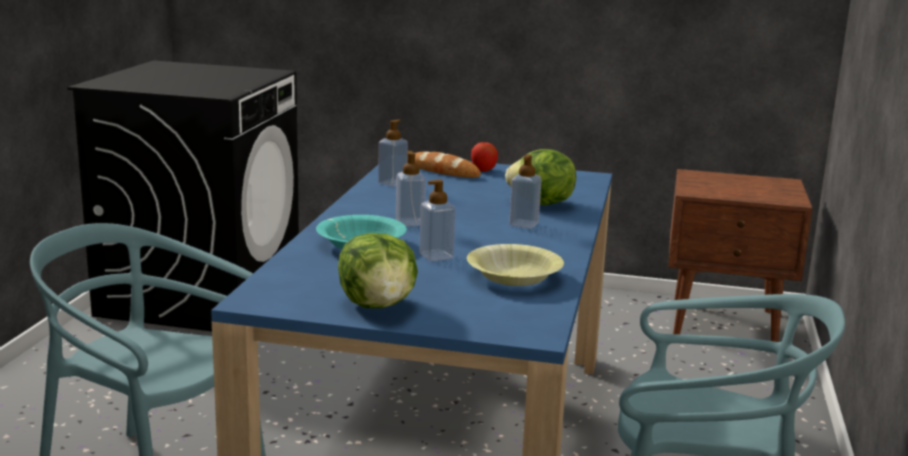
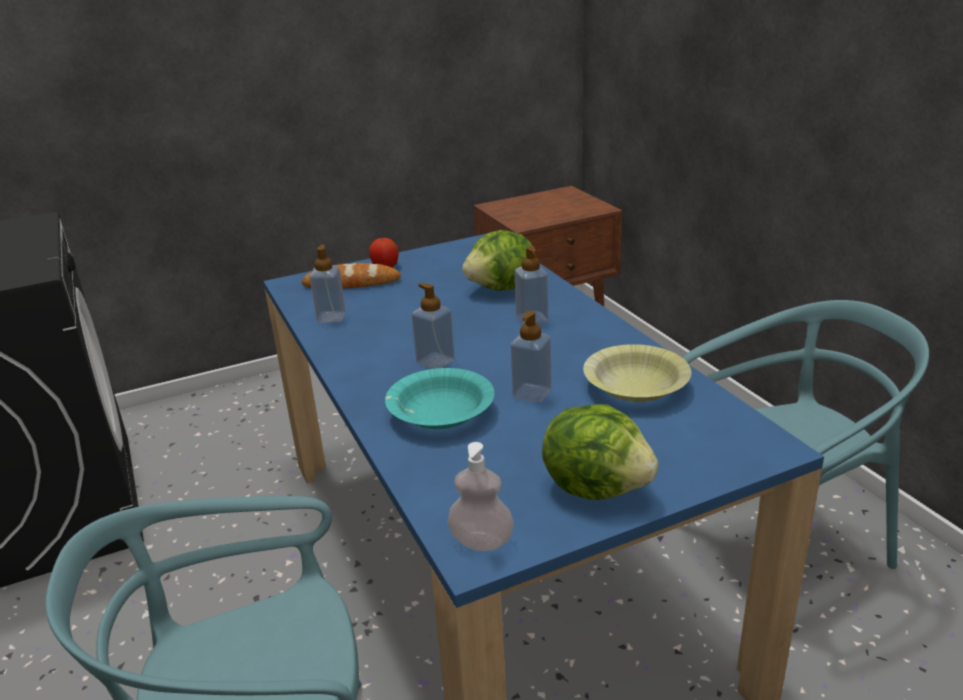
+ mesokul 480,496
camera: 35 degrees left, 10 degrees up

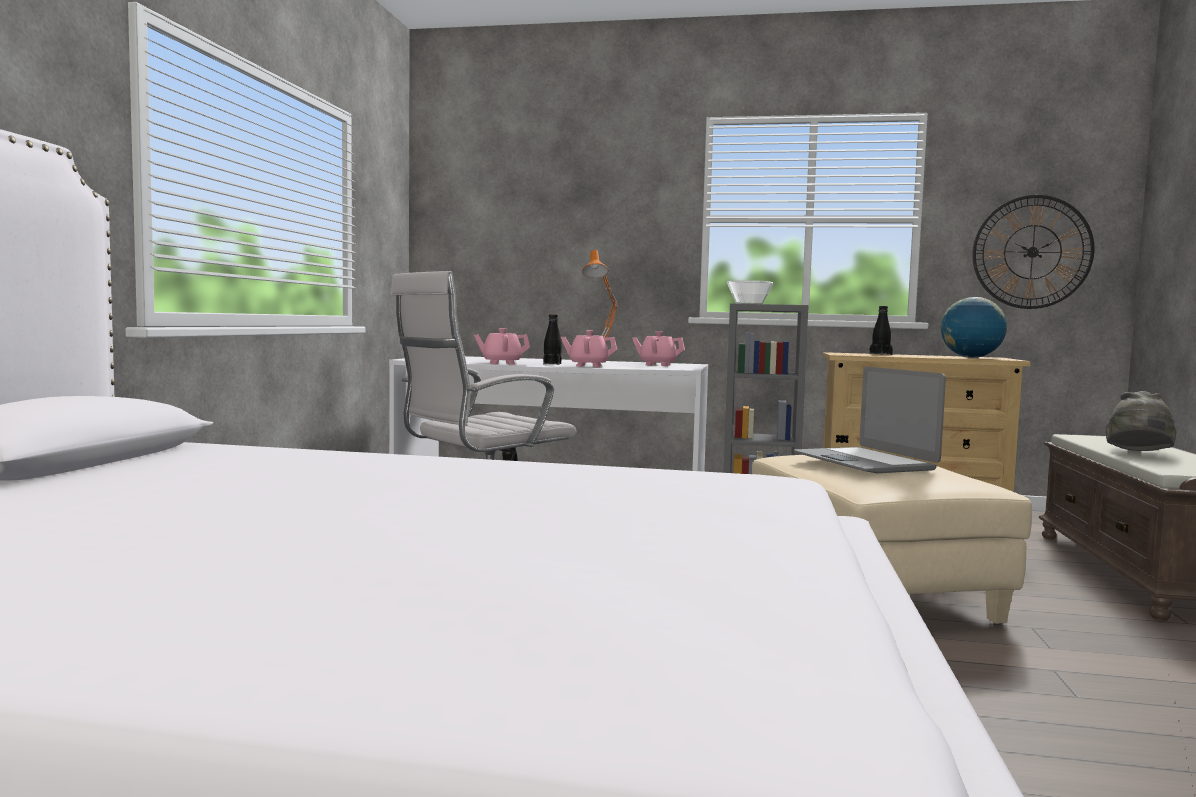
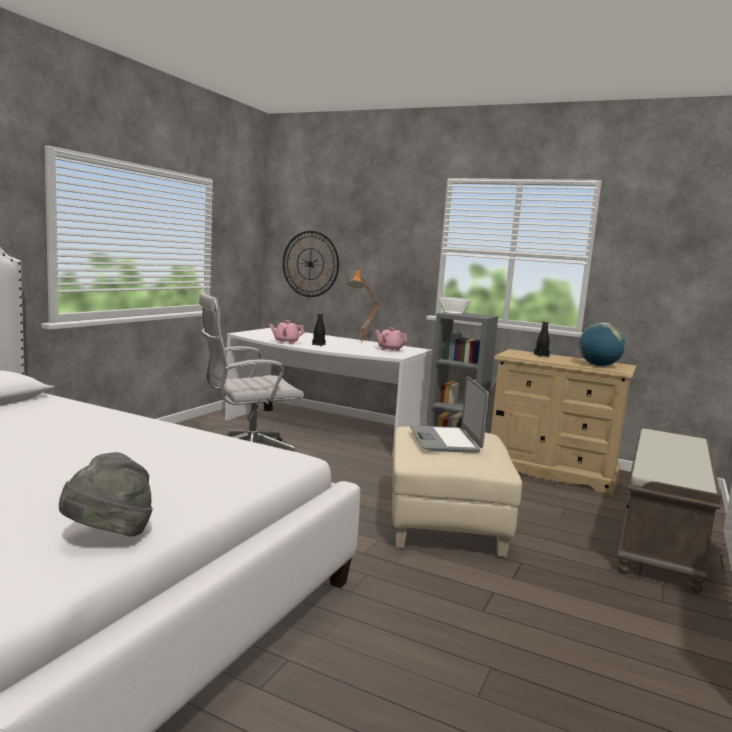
~ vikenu 1033,252 to 311,264
- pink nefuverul 589,348
~ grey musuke 1141,421 to 106,494
camera: 15 degrees right, 5 degrees up

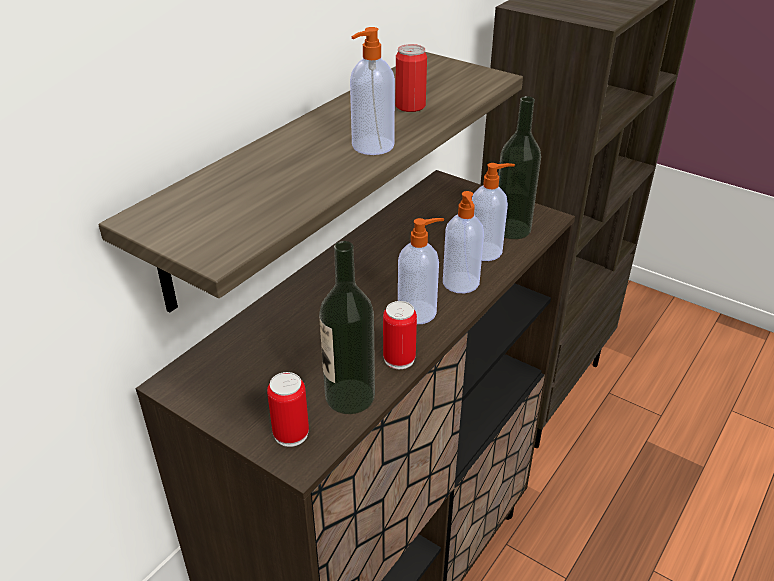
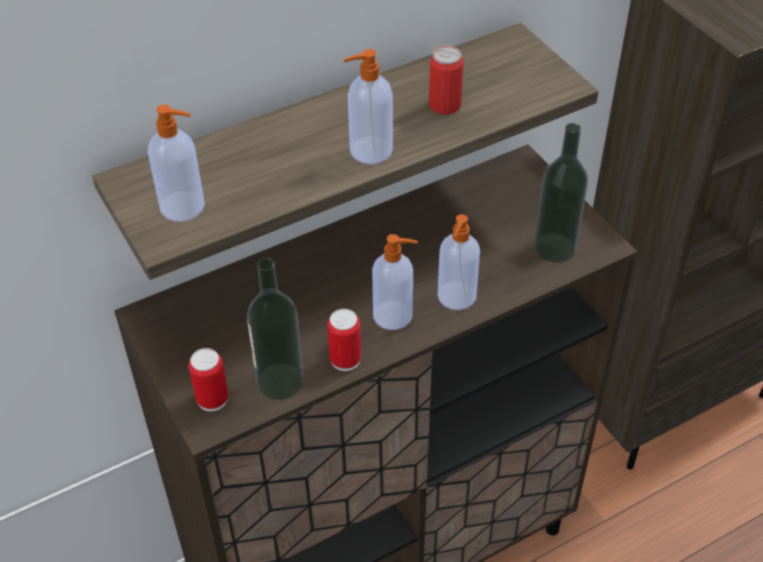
~ mesokul 493,212 to 176,163
camera: 25 degrees right, 10 degrees up

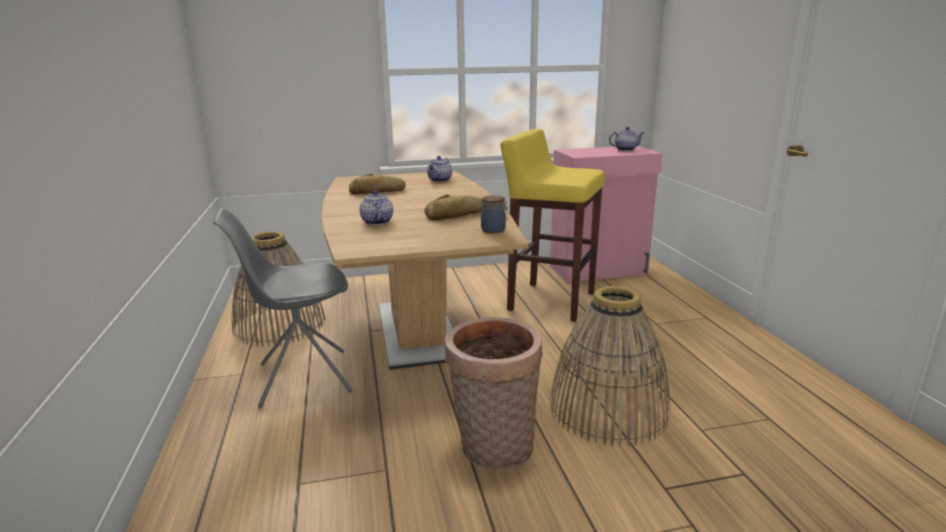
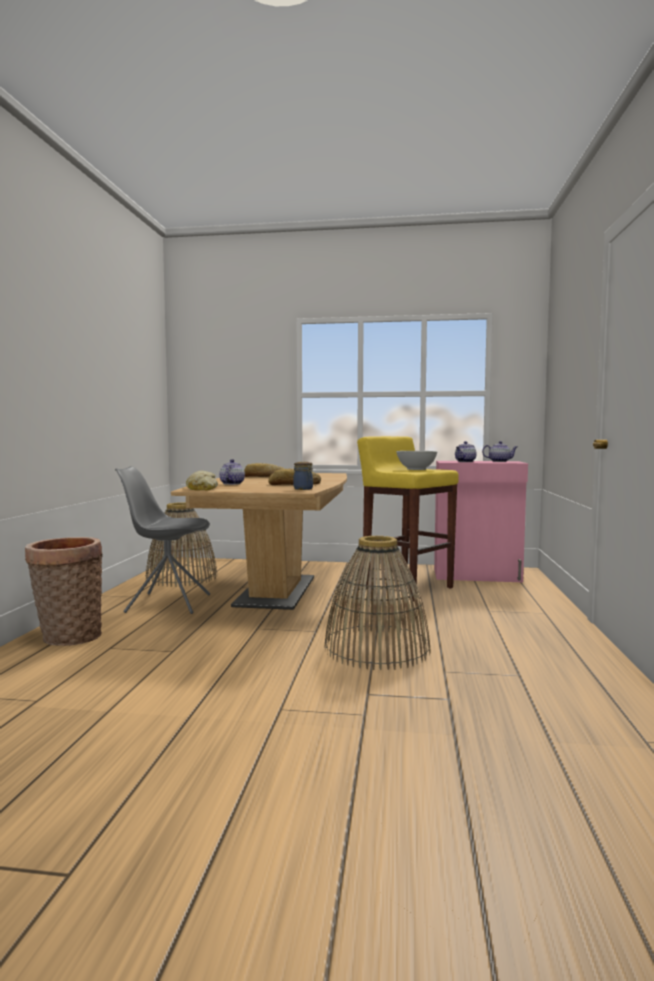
~ nefuverul 439,169 to 466,451
~ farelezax 494,393 to 63,591
+ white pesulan 416,460
+ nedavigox 202,480
camera: 20 degrees right, 15 degrees down

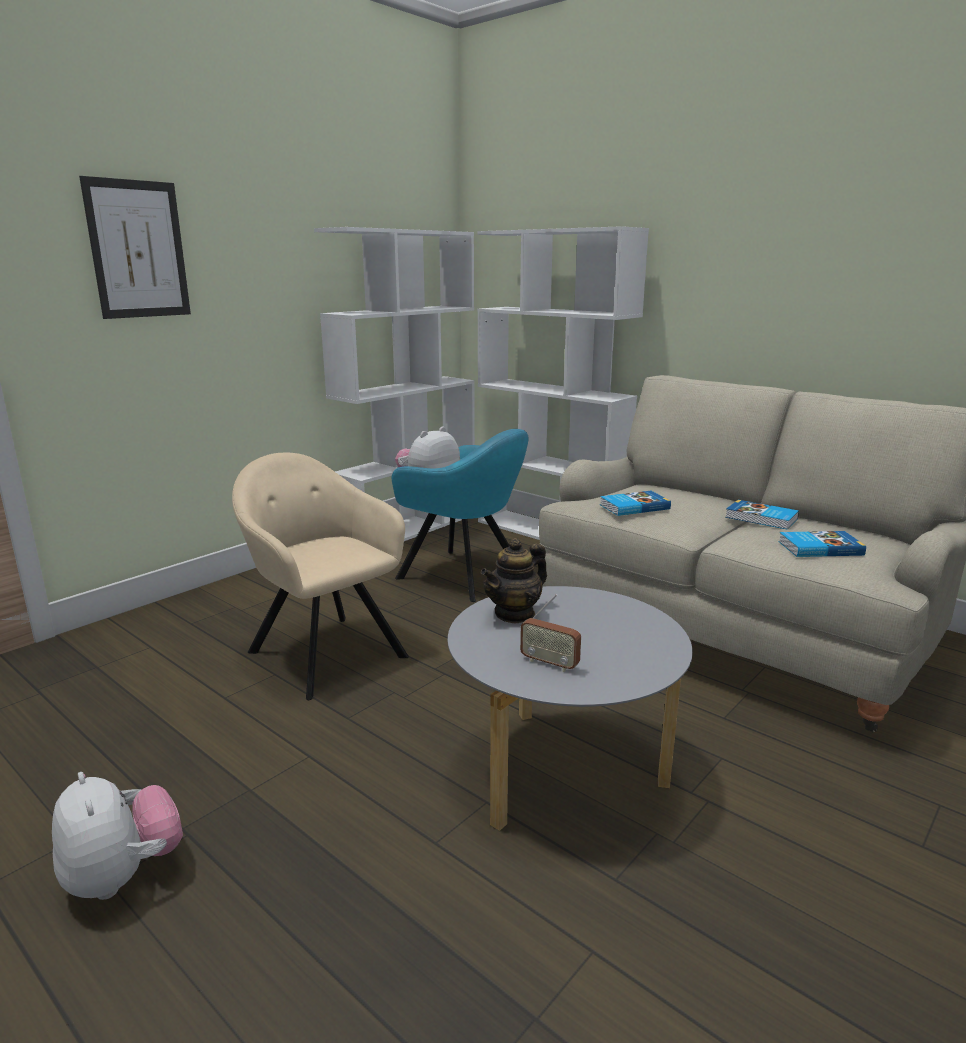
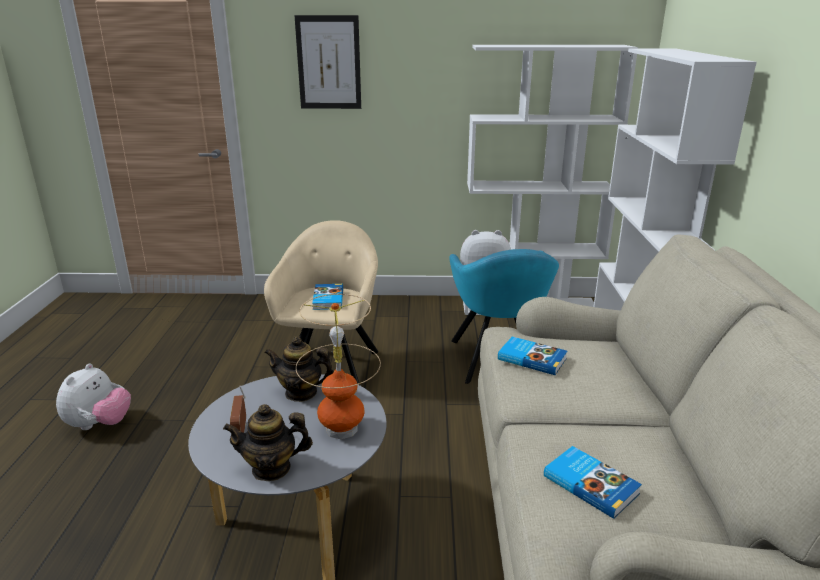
~ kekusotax 762,515 to 327,297
+ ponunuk 338,366
+ nefuverul 268,442
camera: 50 degrees right, 5 degrees up

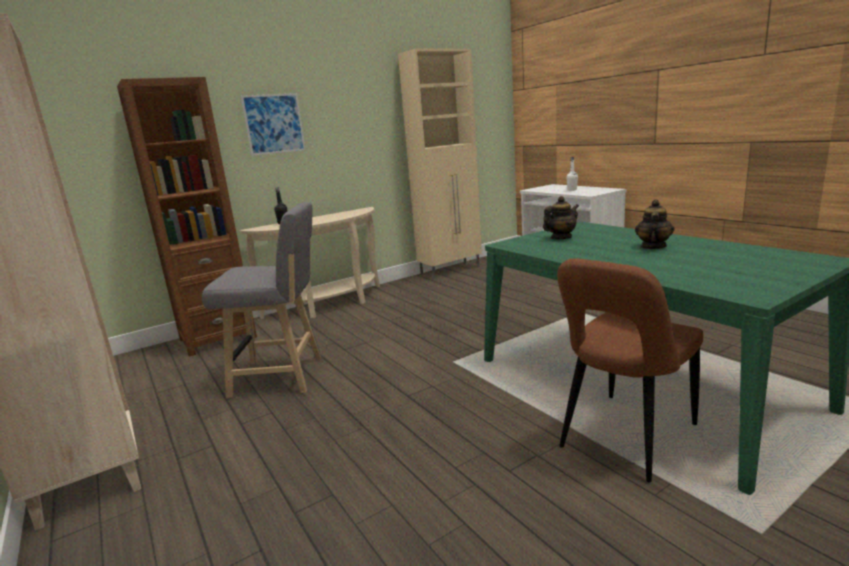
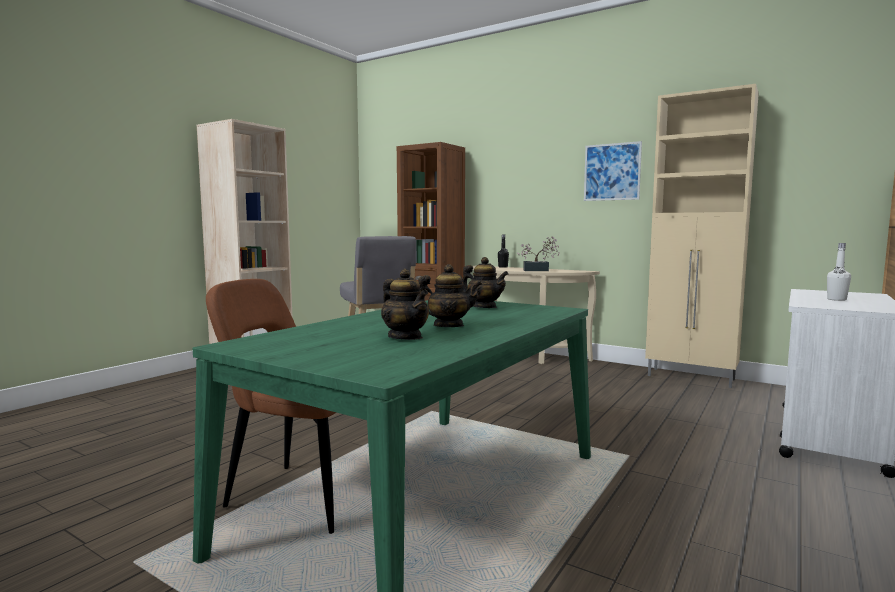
~ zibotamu 273,124 to 613,171
+ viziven 538,253
+ nefuverul 405,304
camera: 65 degrees right, 10 degrees down

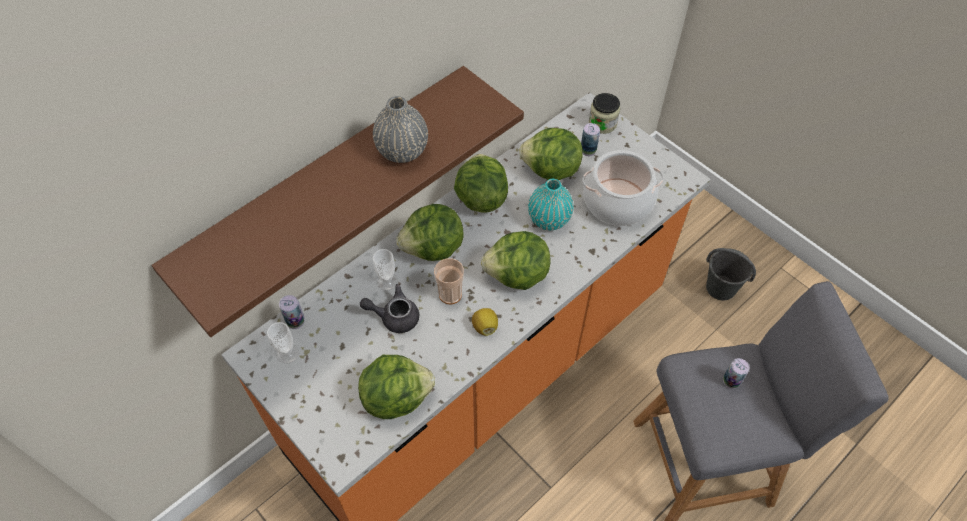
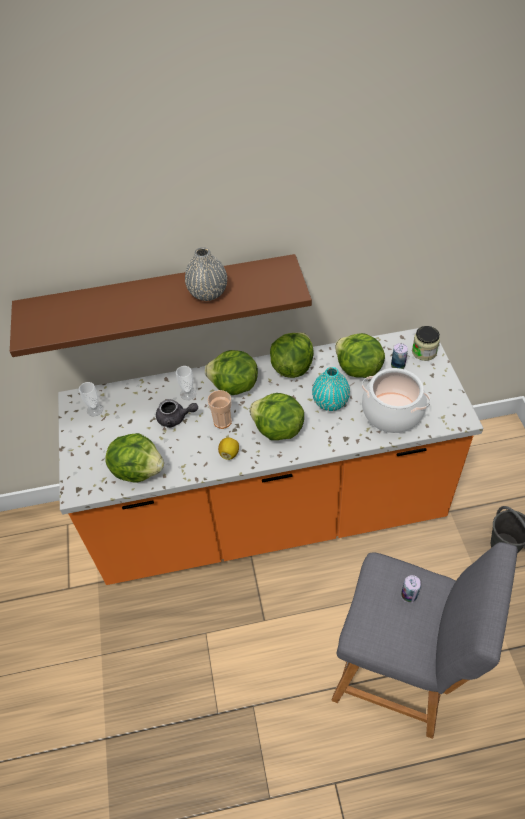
~ grey nefuverul 389,308 = 177,413 150 degrees clockwise
- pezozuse 292,312
camera: 35 degrees right, 5 degrees down

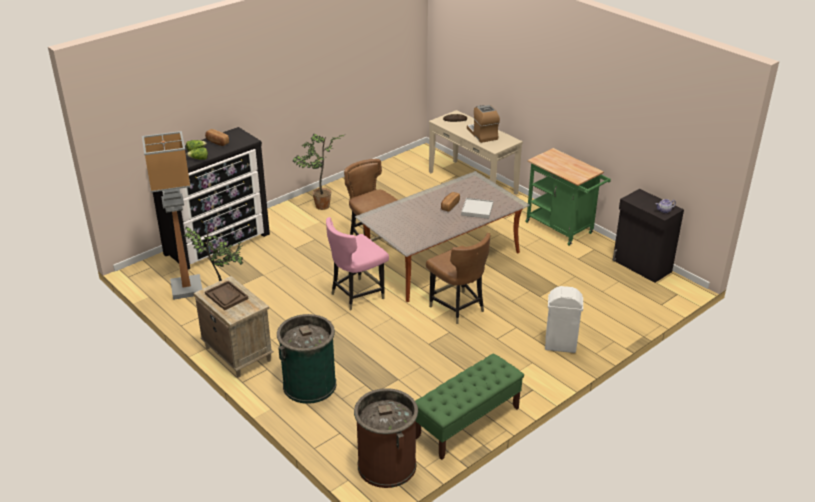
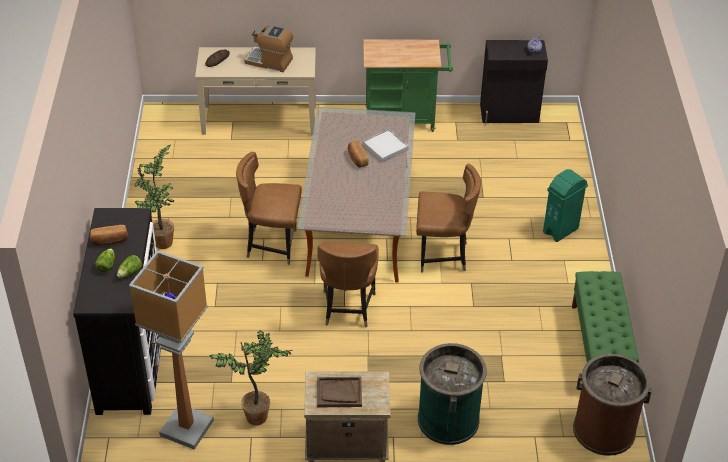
~ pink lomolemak 357,263 to brown lomolemak 348,284
~ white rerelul 564,319 to green rerelul 565,205
camera: 50 degrees left, 10 degrees up

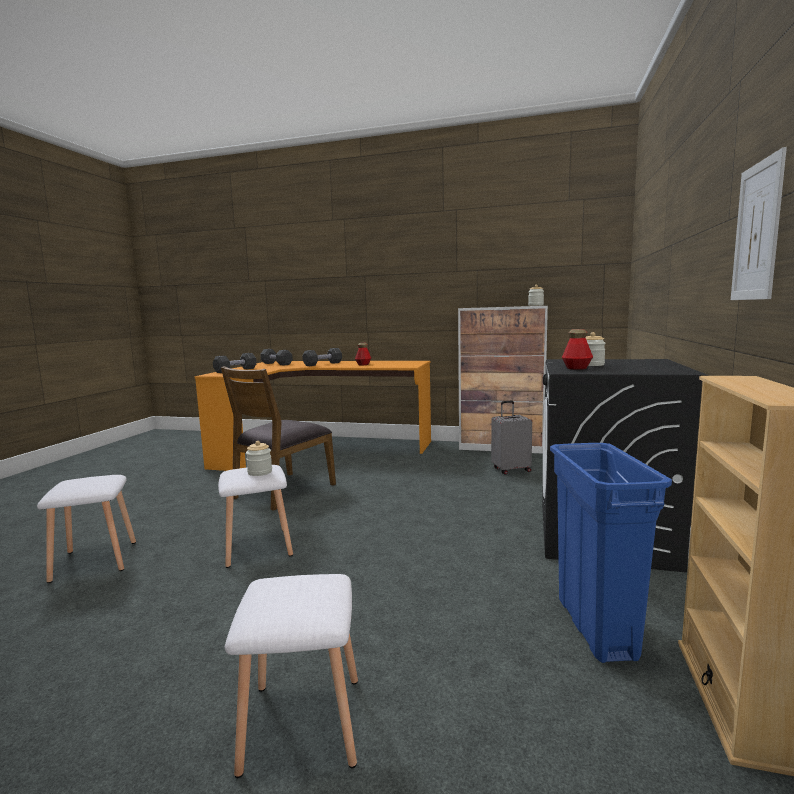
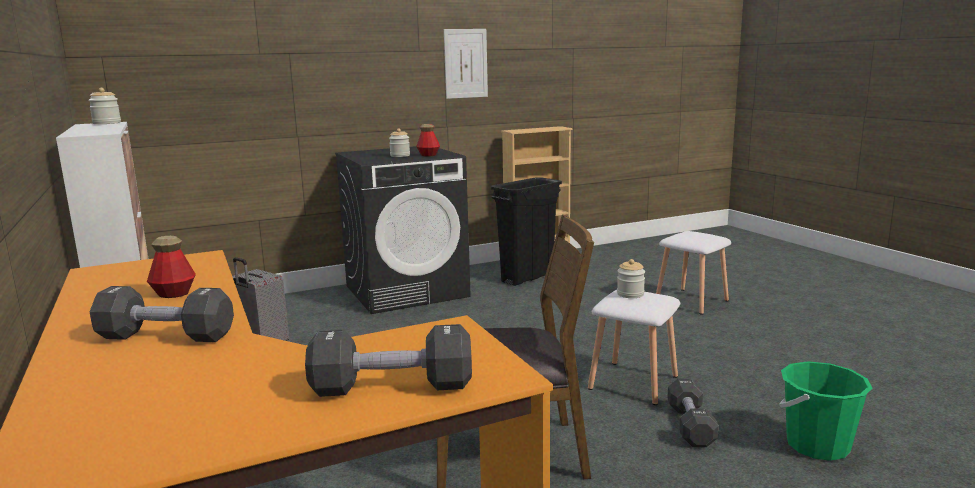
~ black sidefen 276,357 to 693,412
~ blue rerelul 611,553 to black rerelul 526,231
~ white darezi 86,529 to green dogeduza 825,411
camera: 130 degrees left, 5 degrees up

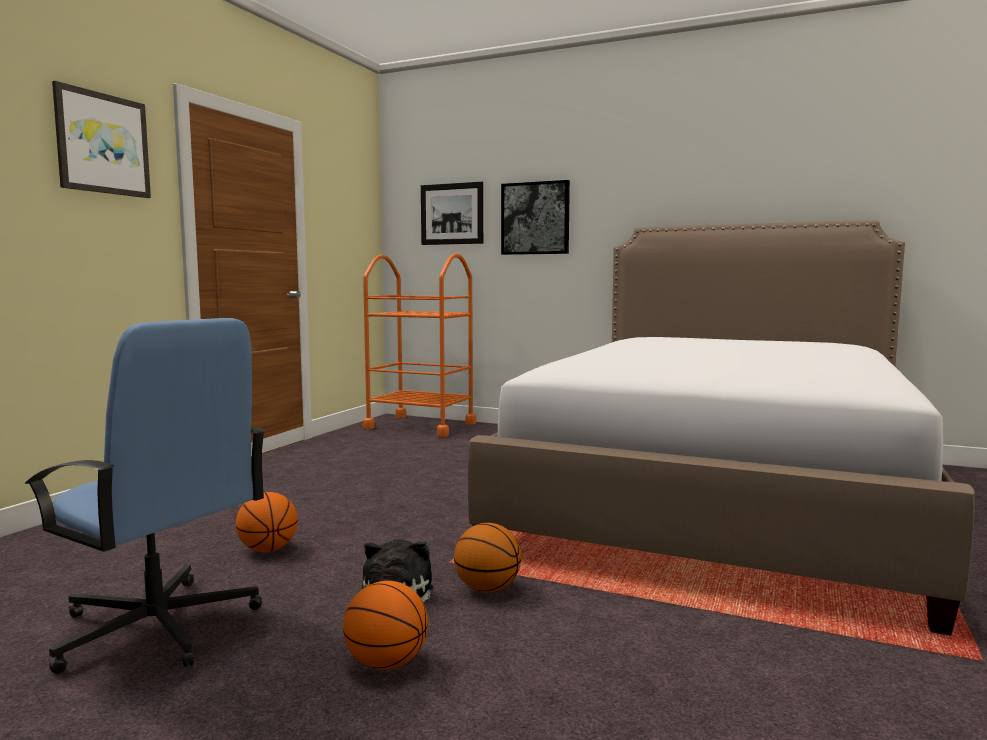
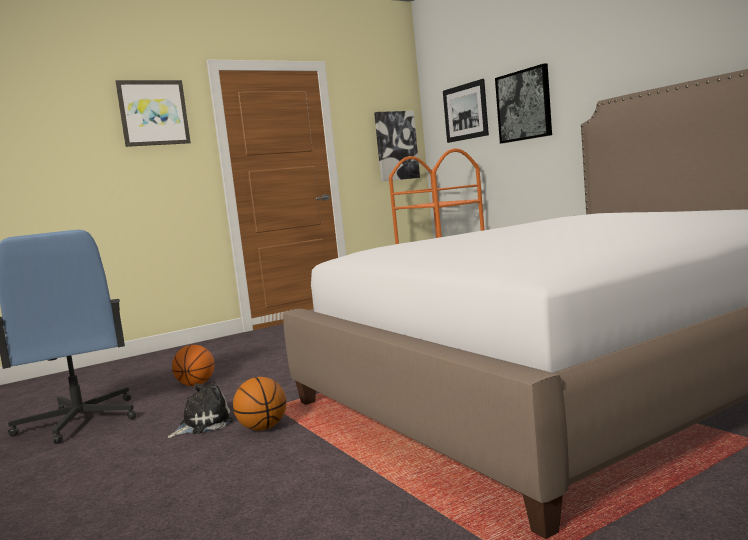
- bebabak 385,625
+ zibotamu 397,146
camera: 35 degrees right, 0 degrees up

